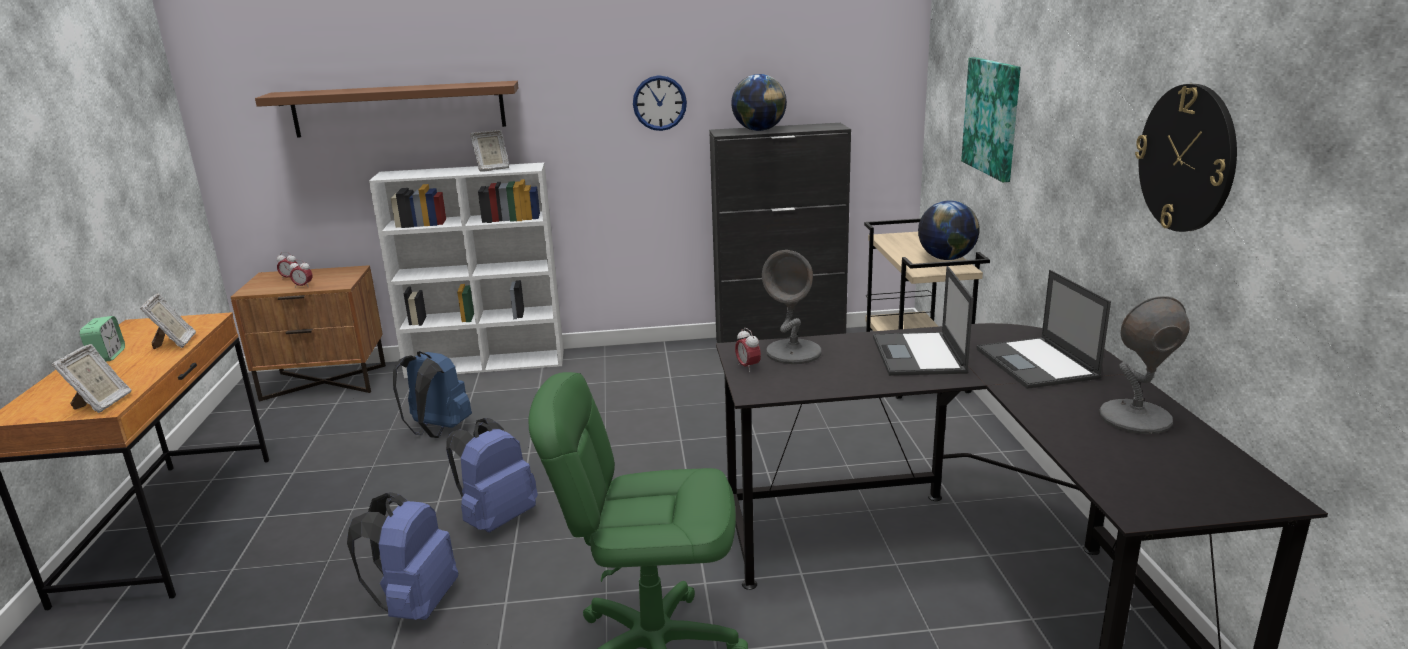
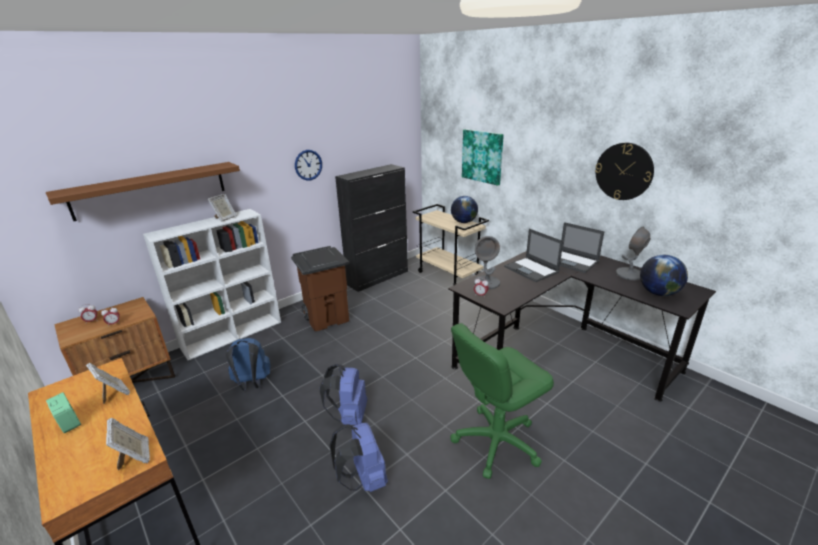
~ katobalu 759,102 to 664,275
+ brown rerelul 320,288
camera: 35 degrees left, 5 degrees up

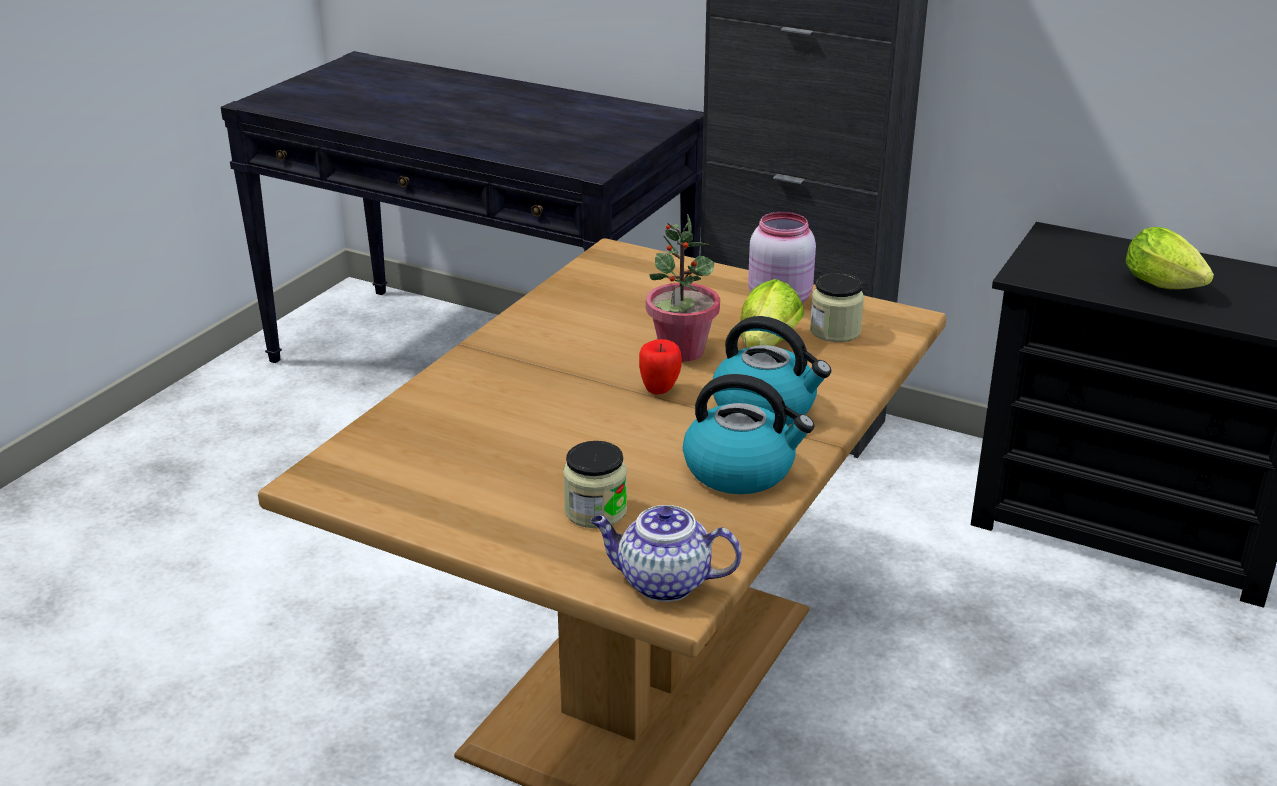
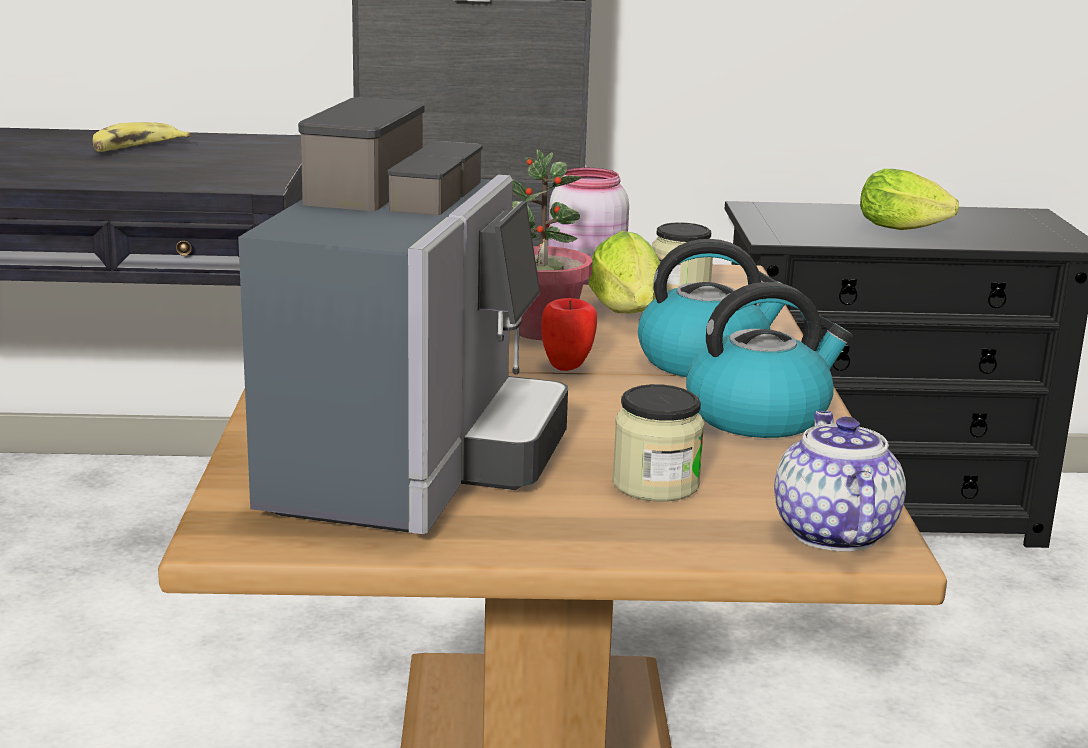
~ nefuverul 666,553 = 840,481 105 degrees clockwise
+ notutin 403,315
+ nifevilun 141,137
camera: 30 degrees left, 10 degrees down

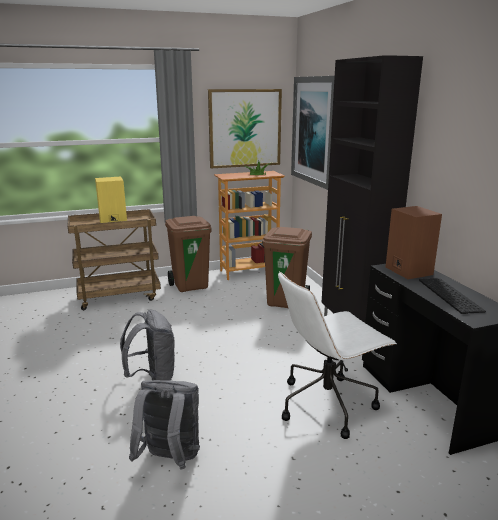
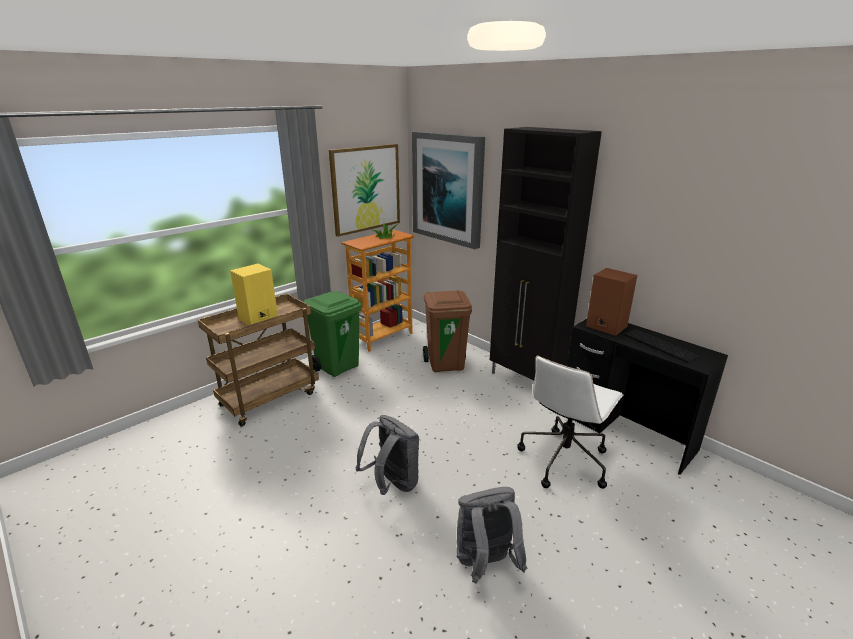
~ brown rerelul 188,254 to green rerelul 332,334
camera: 25 degrees left, 5 degrees up

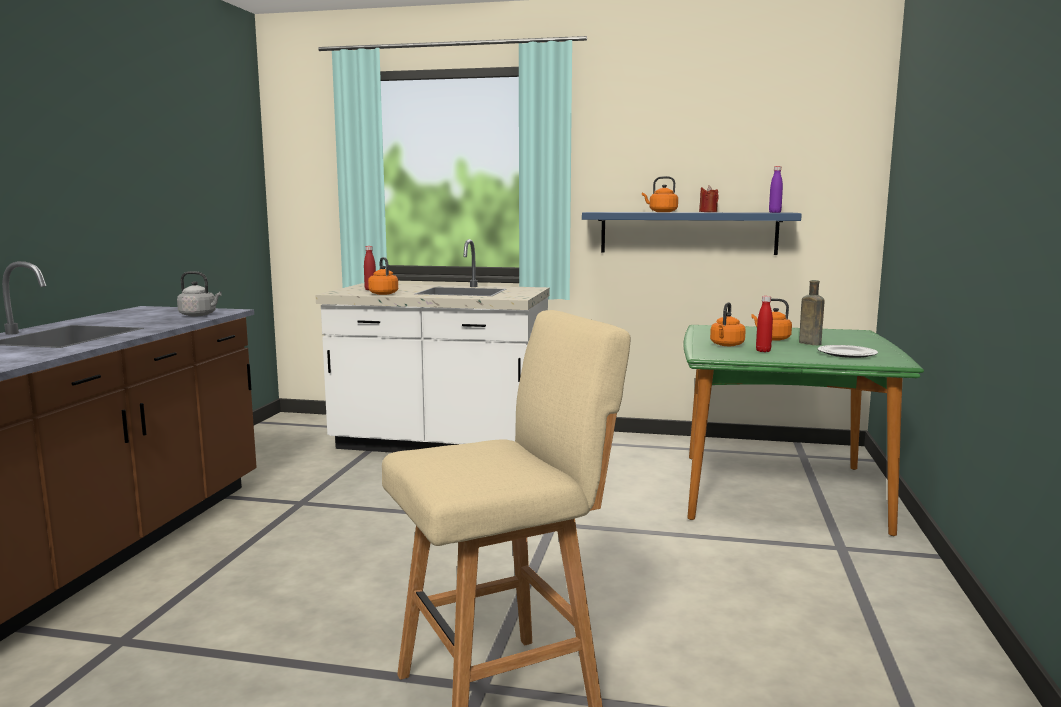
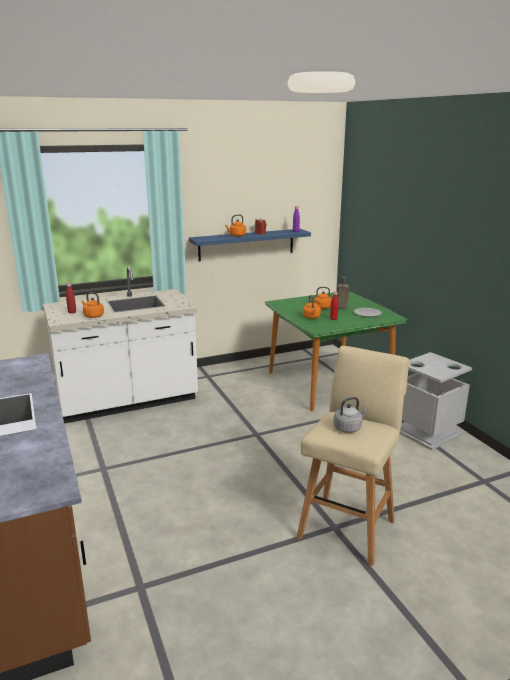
~ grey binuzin 199,293 to 350,415
+ grey rerelul 436,401
camera: 35 degrees left, 10 degrees up

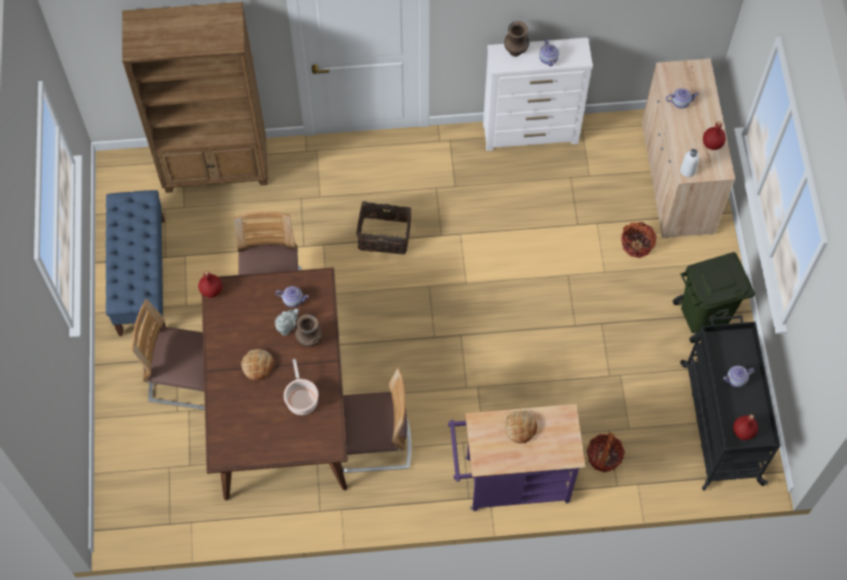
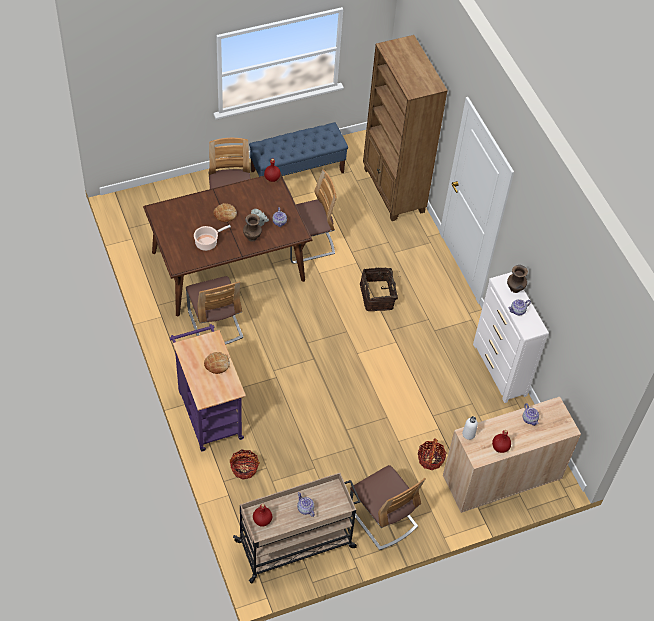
~ green rerelul 714,297 to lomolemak 388,507
~ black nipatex 730,403 to beige nipatex 297,528
camera: 70 degrees right, 10 degrees down

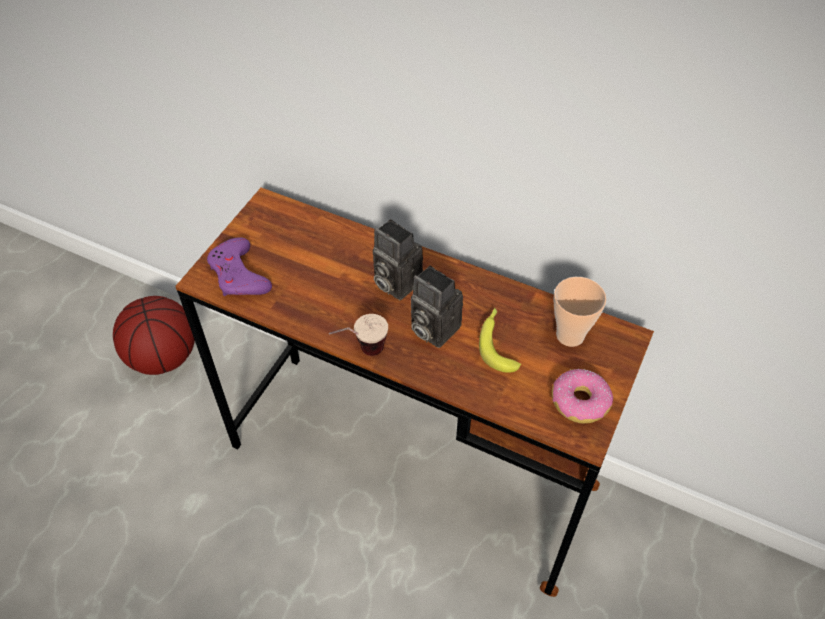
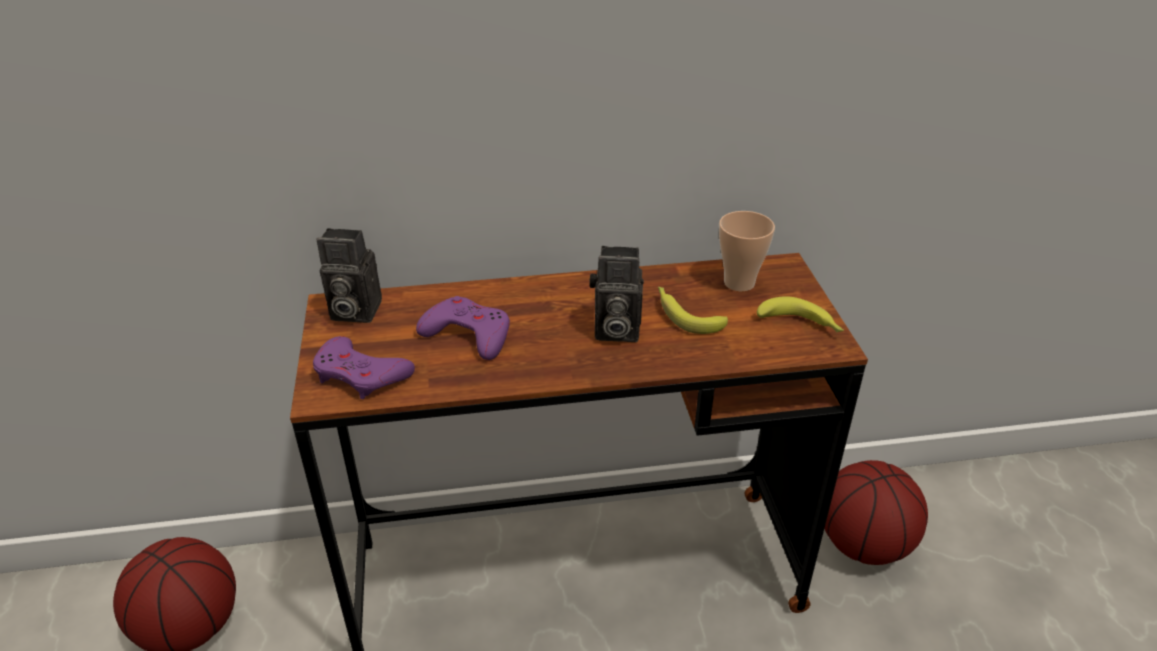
~ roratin 398,259 to 349,275
- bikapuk 358,335
~ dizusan 582,396 to nifevilun 800,314
+ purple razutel 463,328
+ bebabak 876,512
camera: 35 degrees left, 15 degrees down

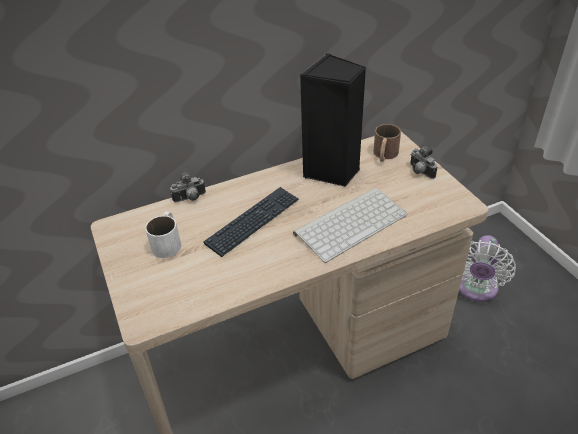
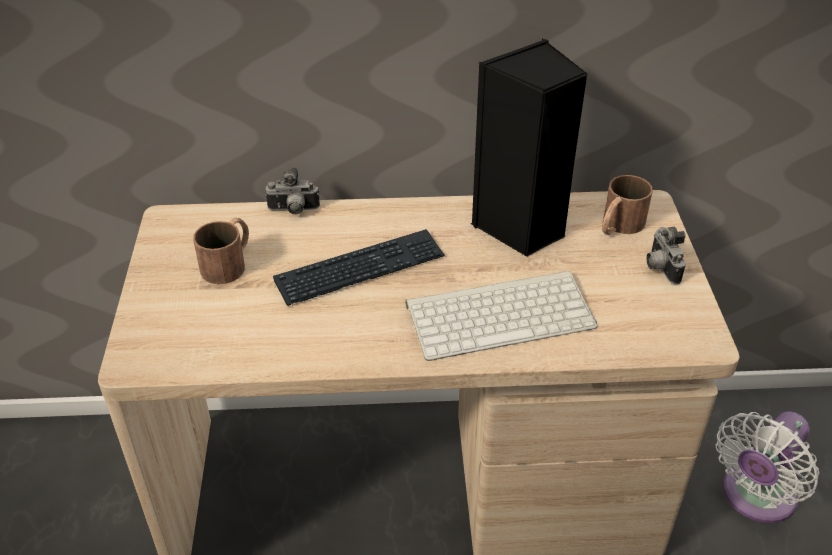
~ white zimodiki 163,234 to brown zimodiki 221,251
camera: 20 degrees right, 0 degrees up

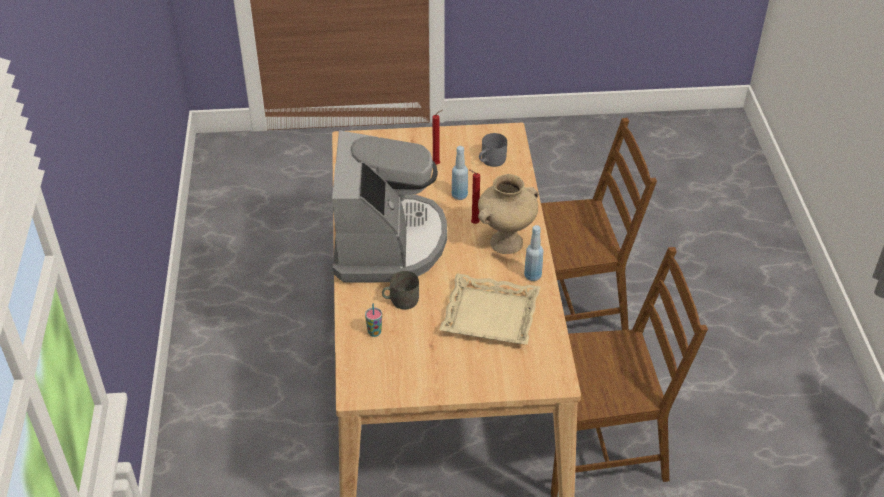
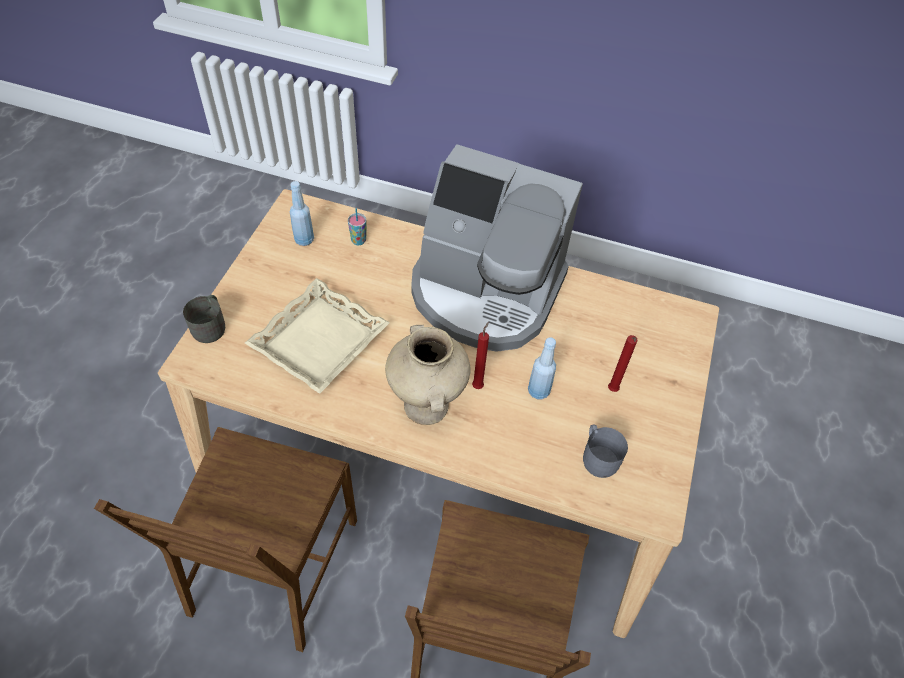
~ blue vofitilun 534,253 to 302,213
~ grey zimodiki 400,290 to 204,319
camera: 110 degrees right, 10 degrees up

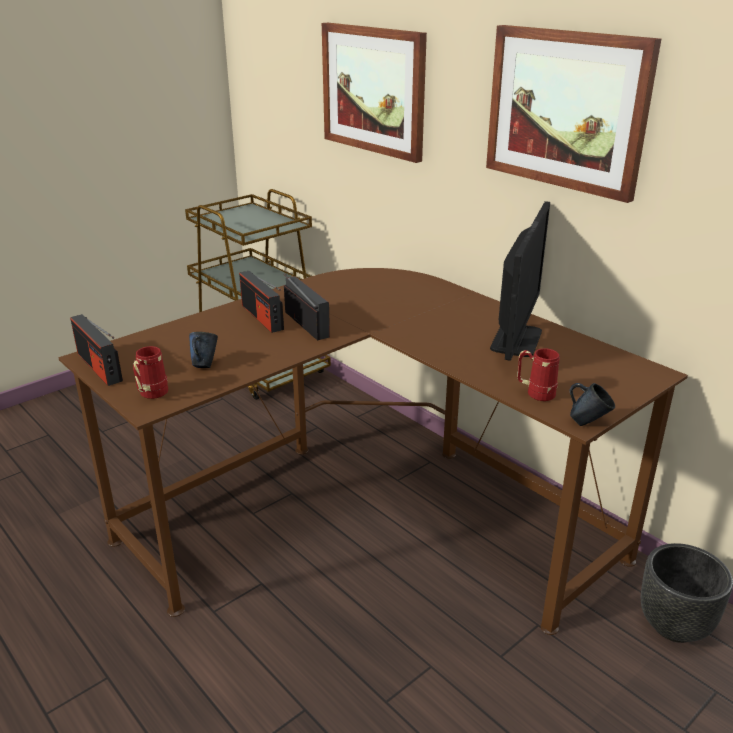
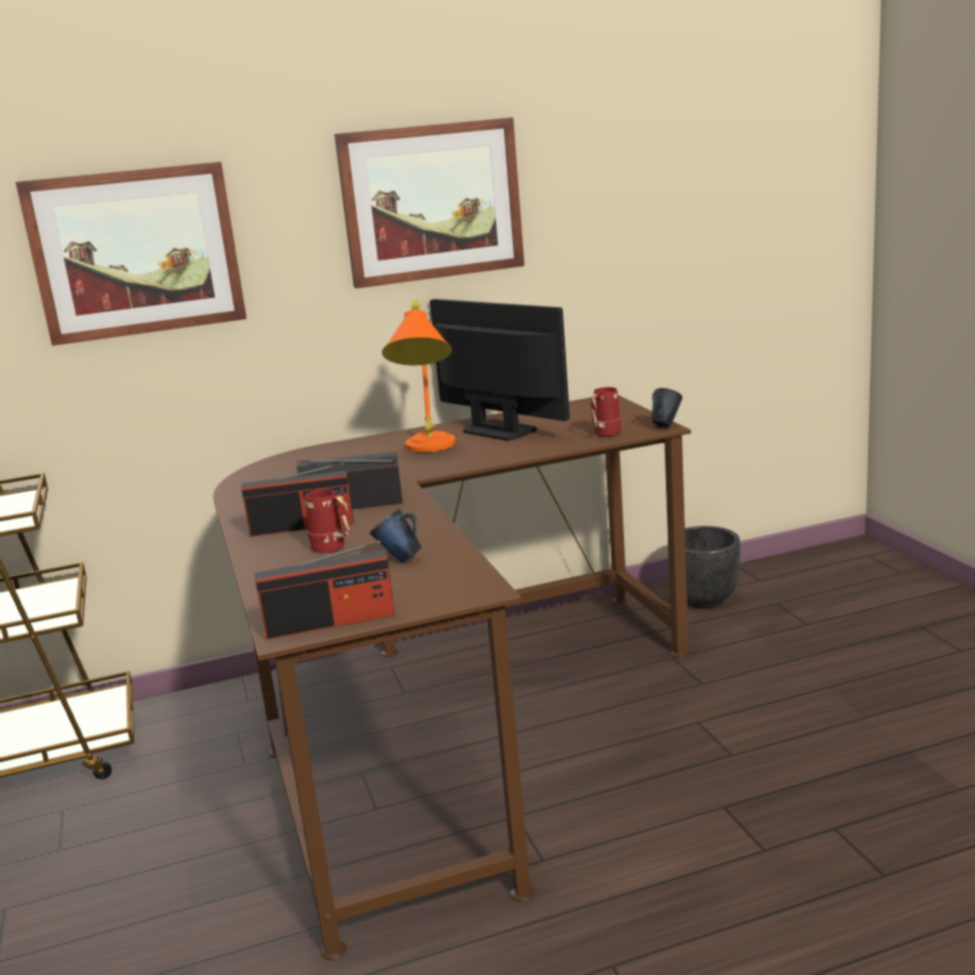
~ red zimodiki 150,372 to 327,521
+ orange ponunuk 419,376
camera: 65 degrees left, 10 degrees down

